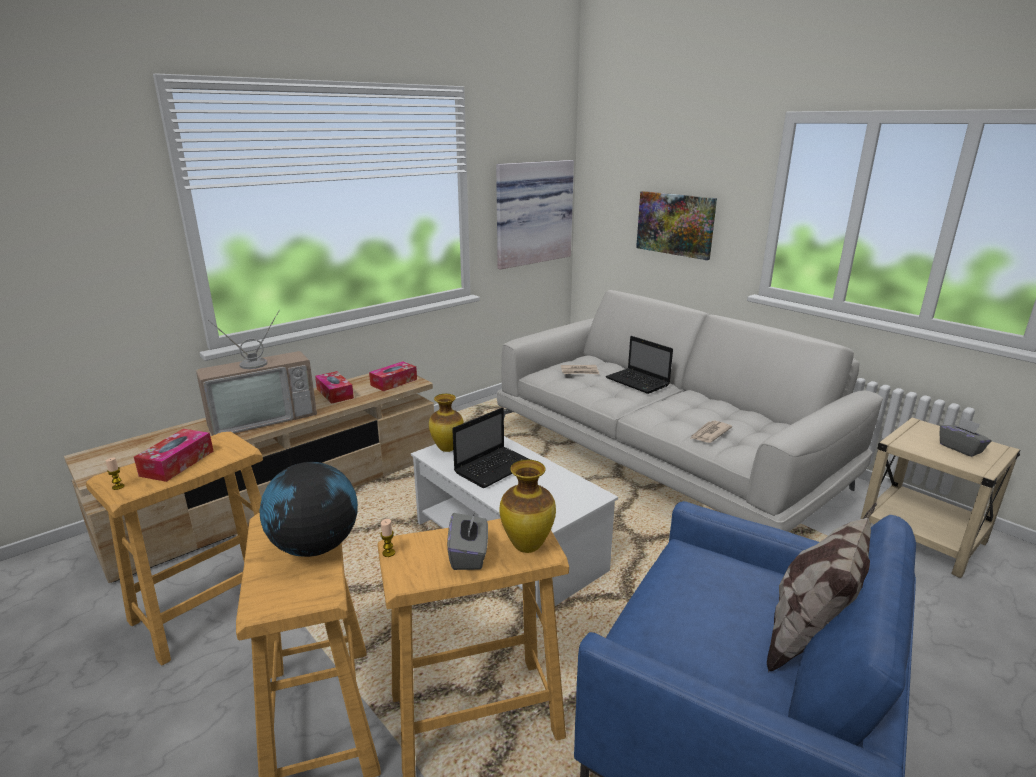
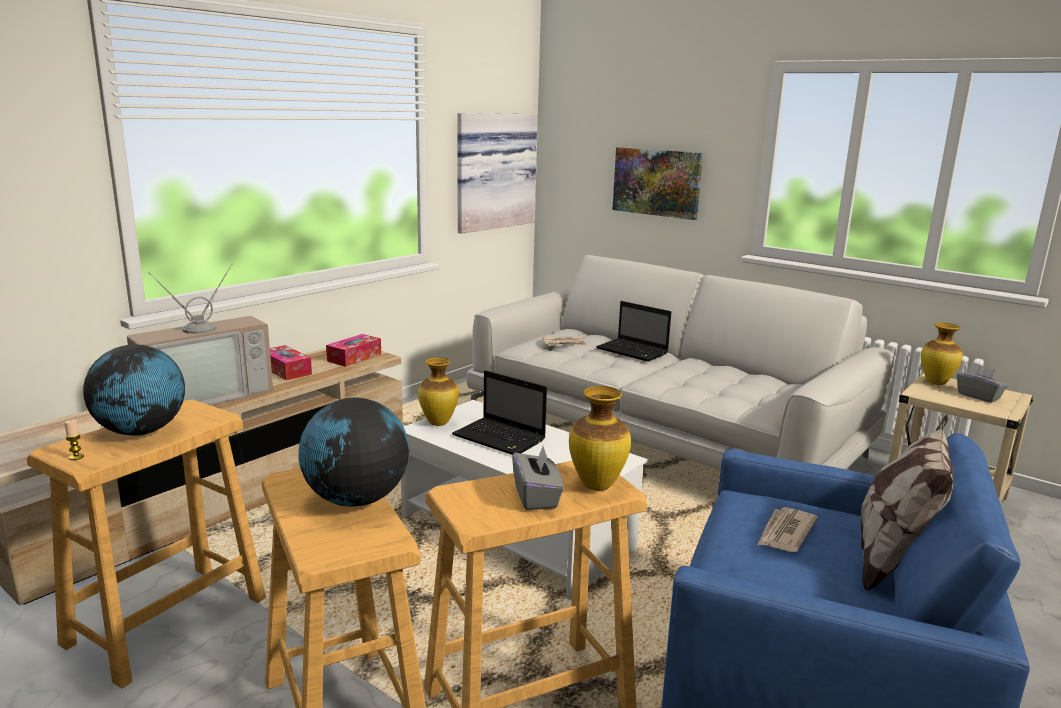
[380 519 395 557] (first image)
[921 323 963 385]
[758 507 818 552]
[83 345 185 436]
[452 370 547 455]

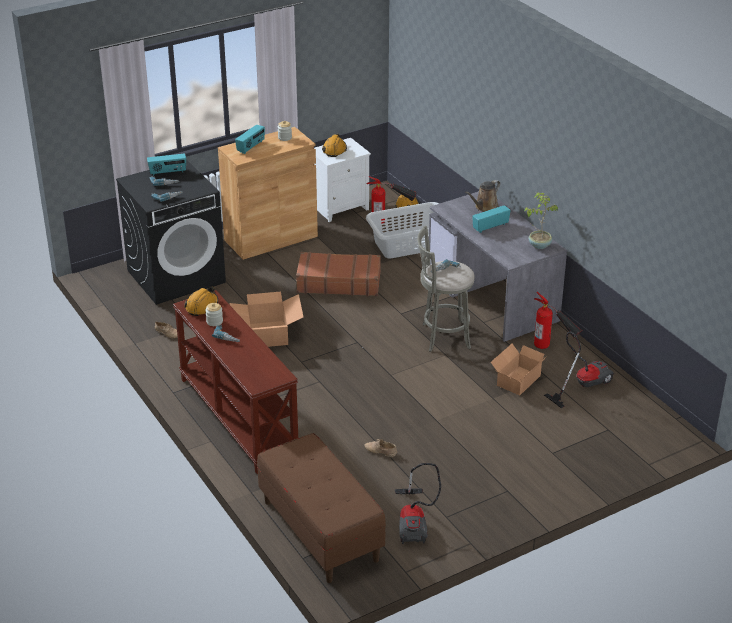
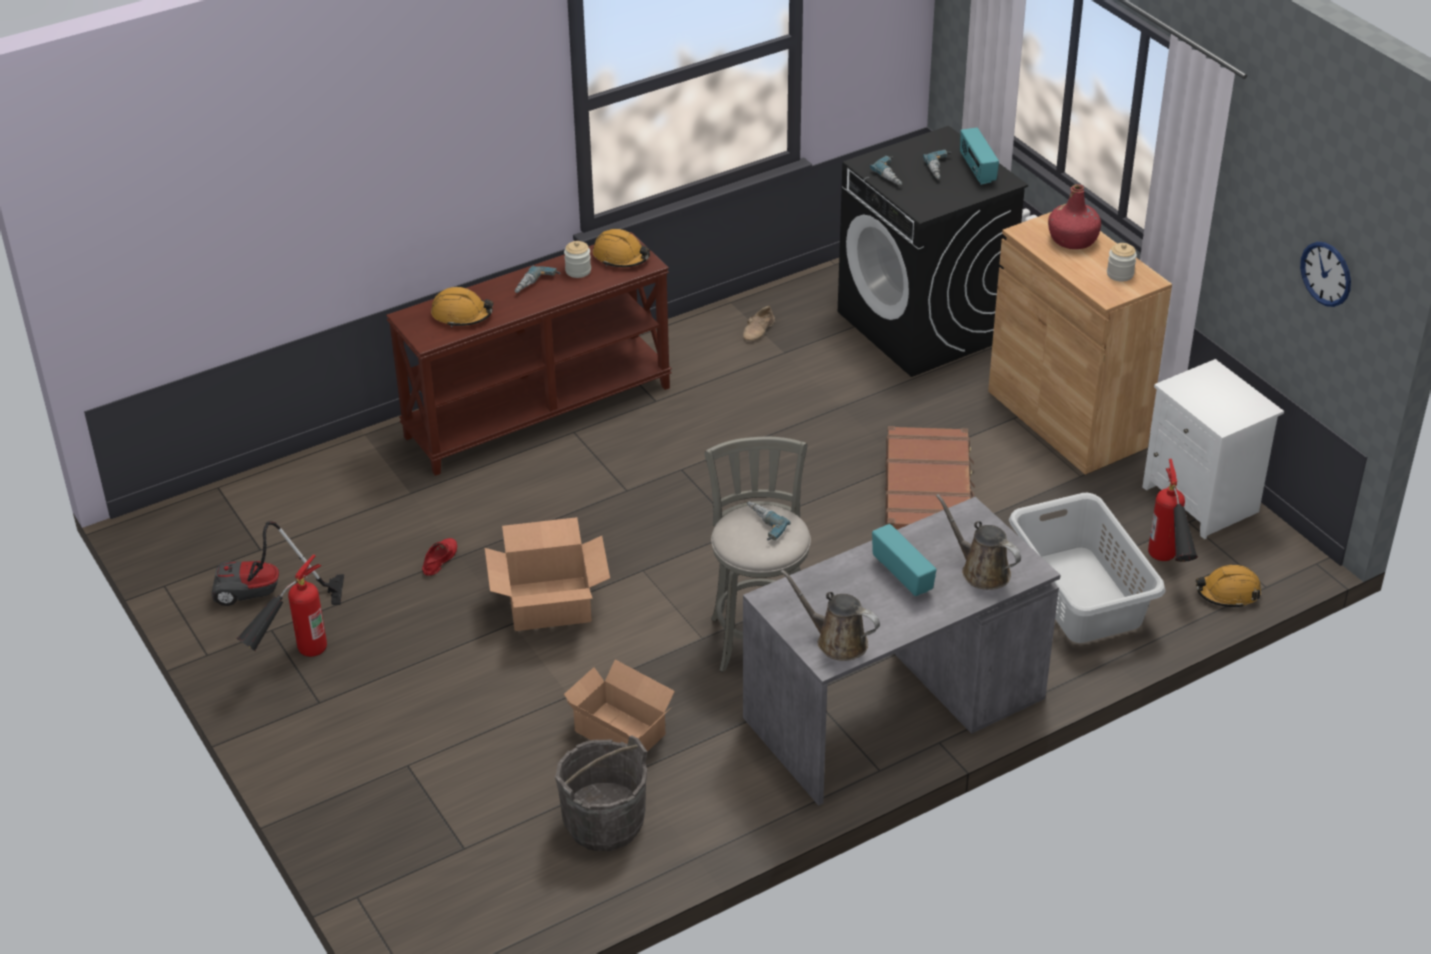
[257 433 386 583] (first image)
[1300 242 1351 307]
[485 517 610 631]
[431 287 493 327]
[237 554 327 657]
[1048 184 1101 249]
[781 569 880 661]
[555 735 647 851]
[422 538 457 576]

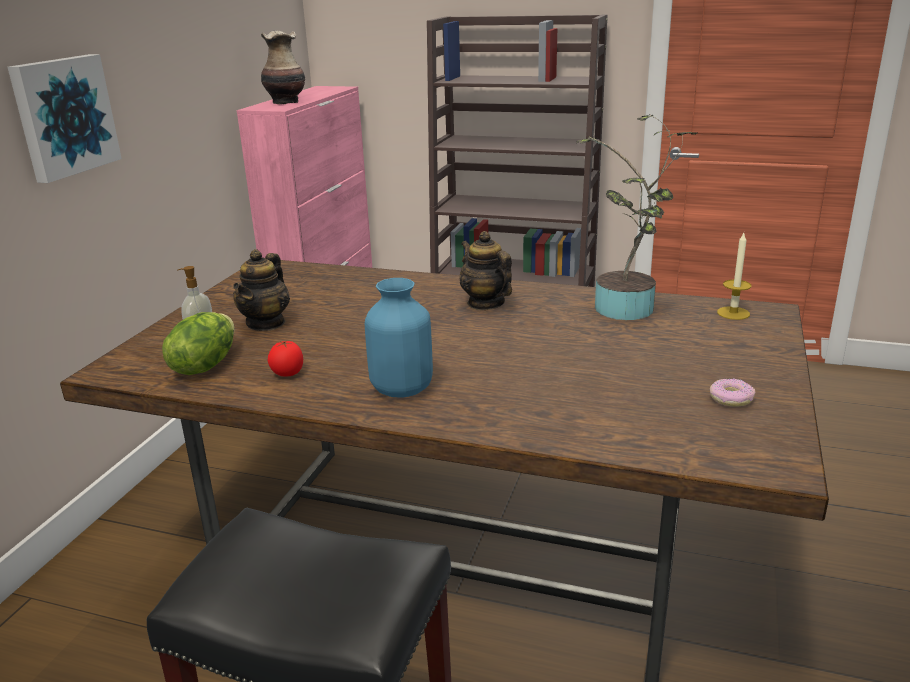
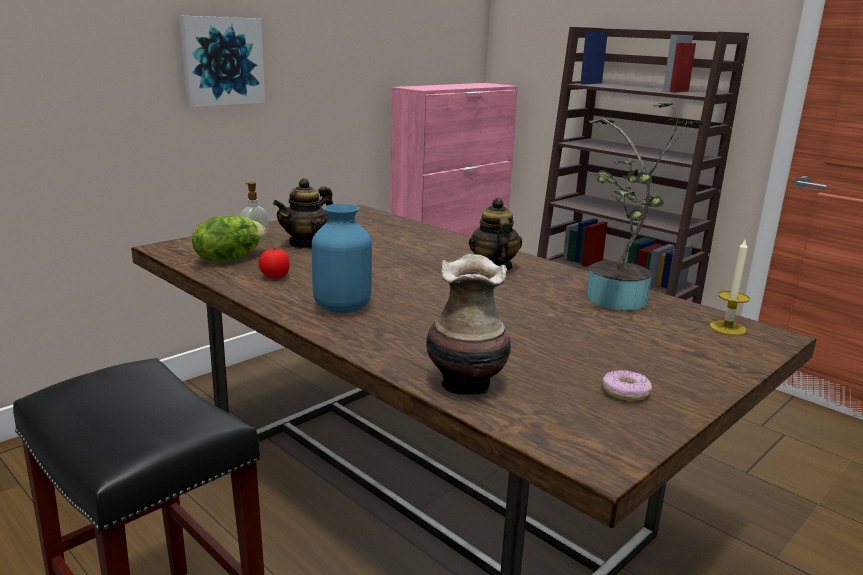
[426 254 511 395]

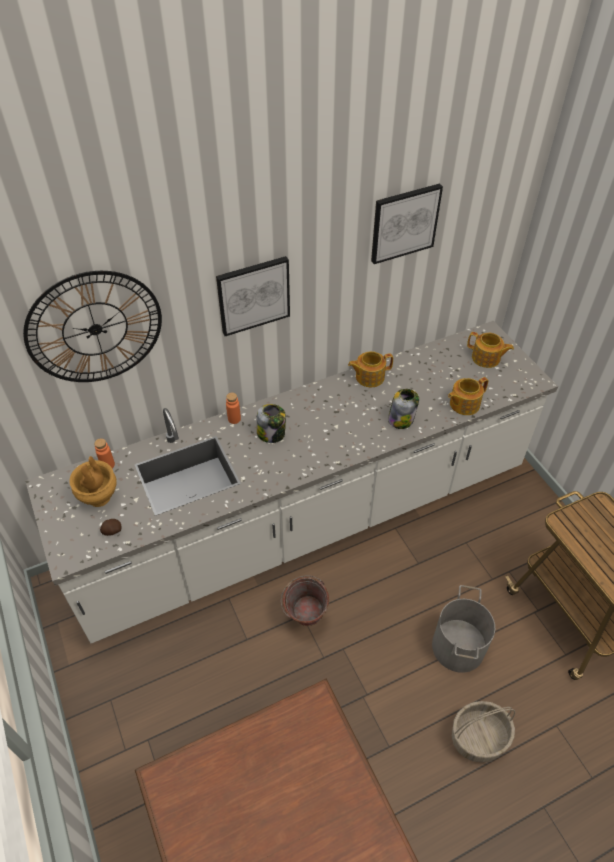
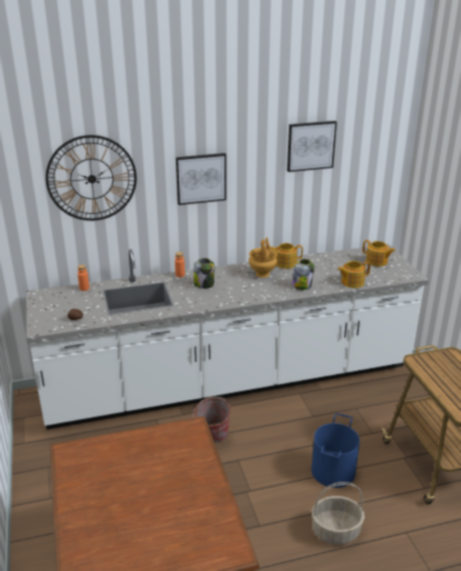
[249 237 277 278]
[311 413 360 488]

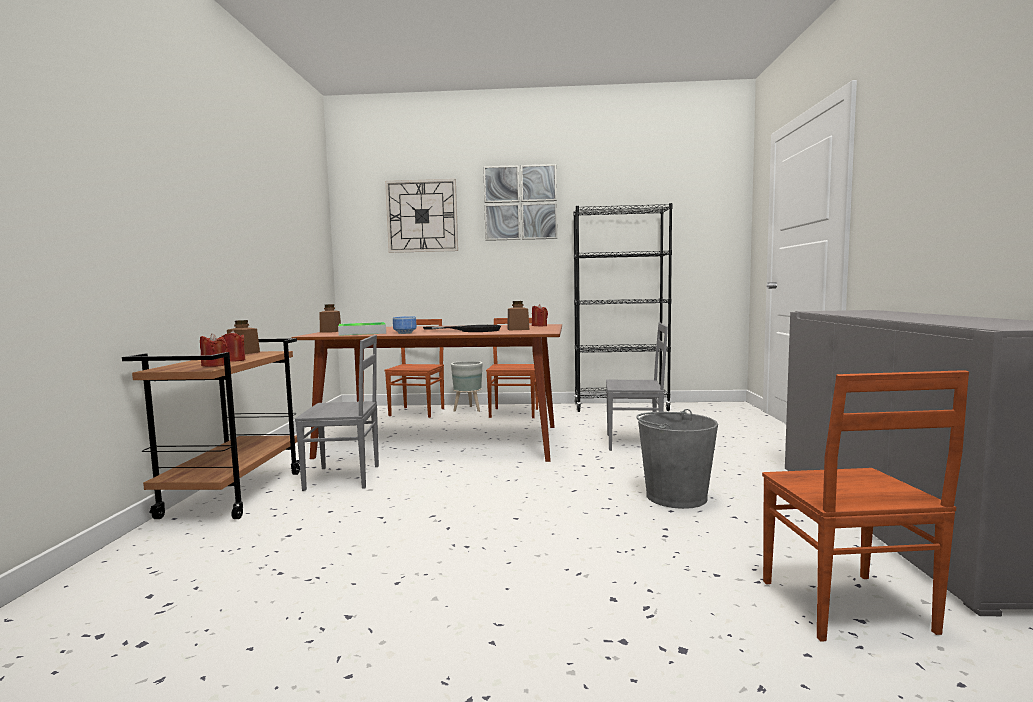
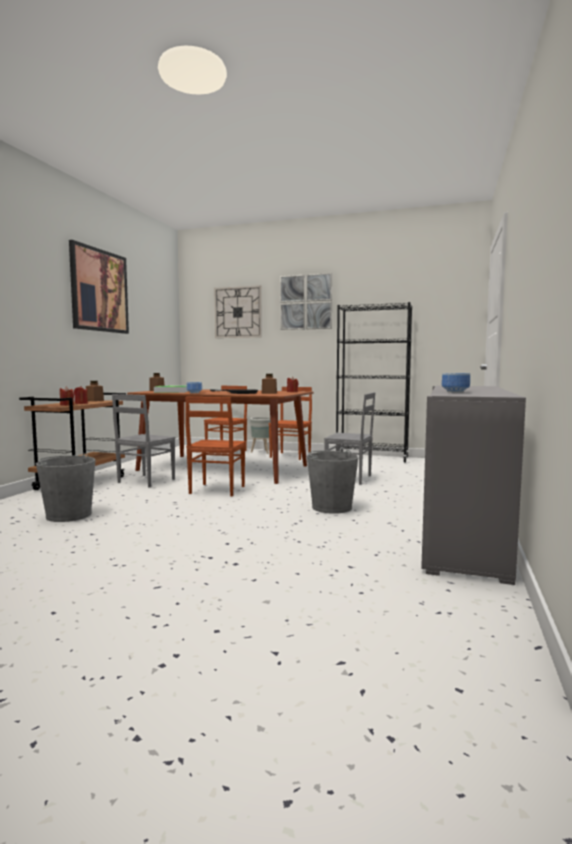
[36 453 96 522]
[69 240 129 334]
[442 373 470 393]
[185 397 246 496]
[112 394 176 487]

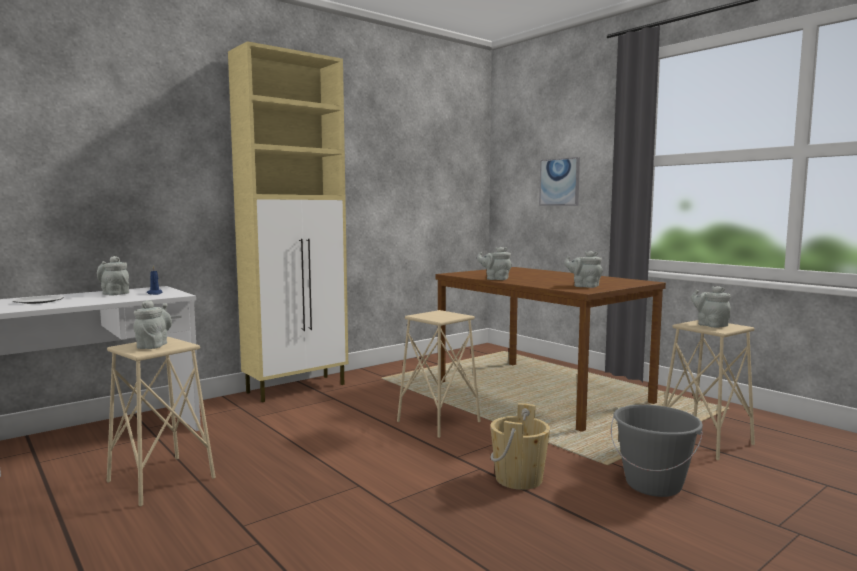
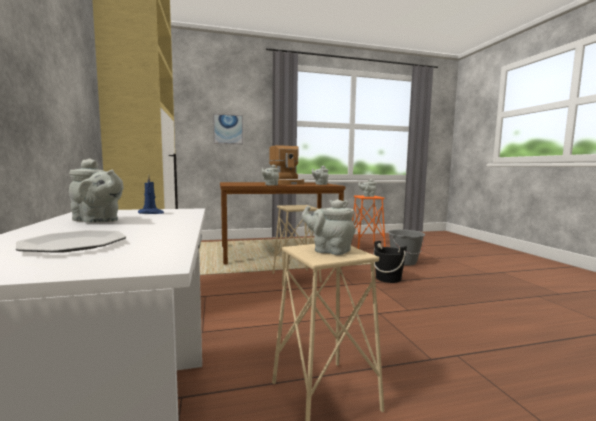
[269 145 304 185]
[373 241 407 283]
[352 196 386 249]
[69 158 124 223]

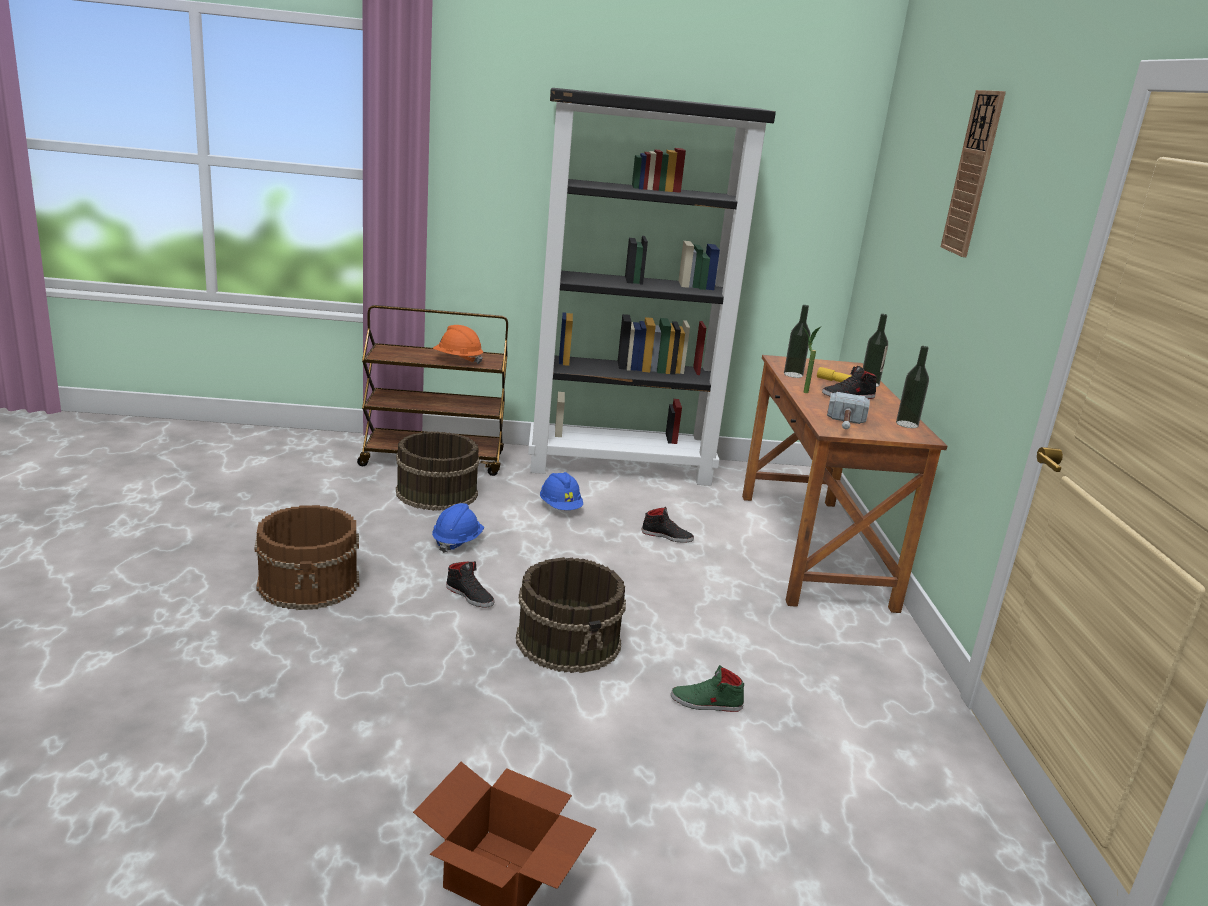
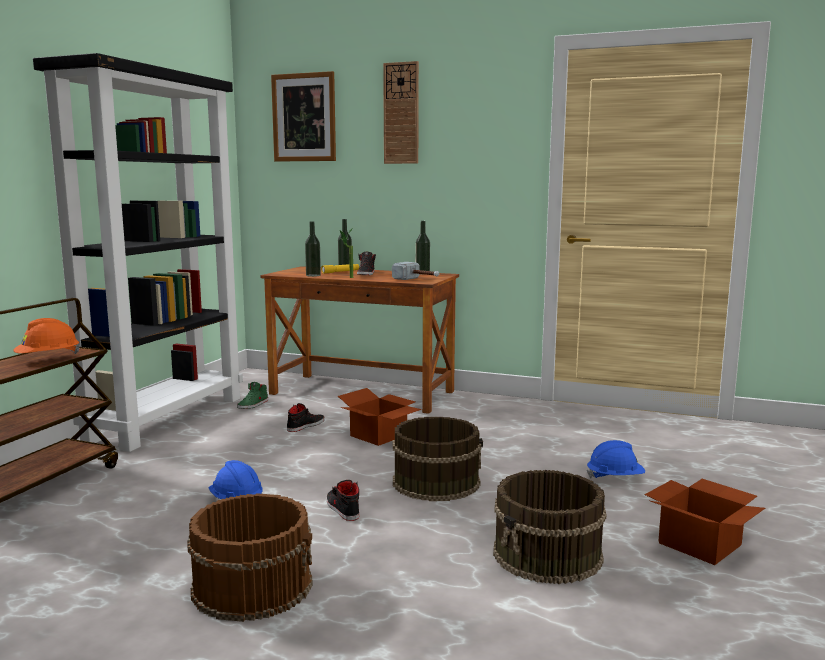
[271 71 336 162]
[338 388 422 446]
[493 470 607 584]
[586 440 645 479]
[237 382 268 409]
[326 480 359 521]

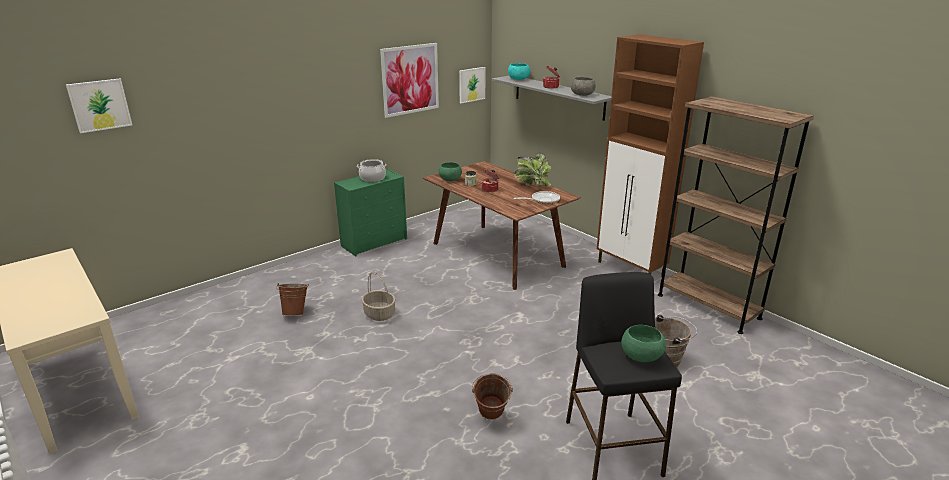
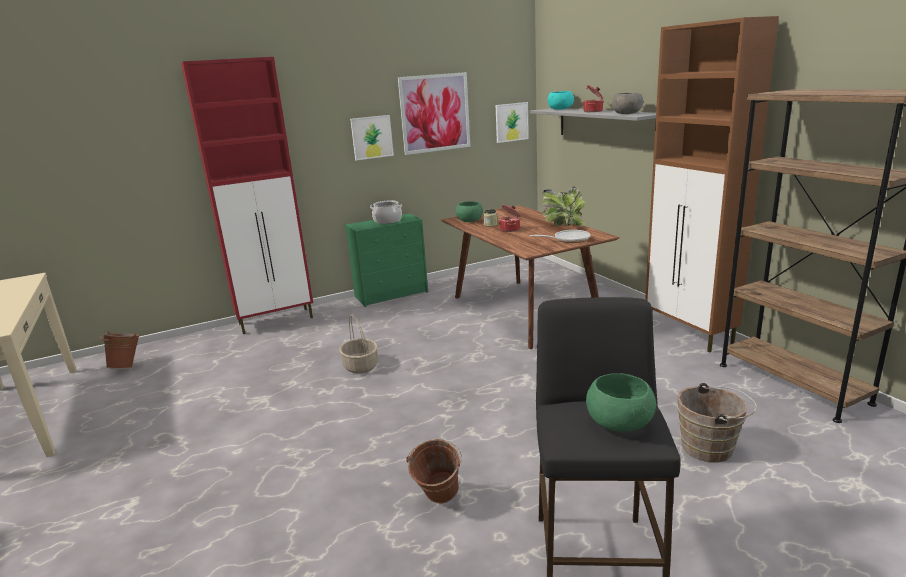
[181 57 313 334]
[350 115 394 160]
[100 331 140 369]

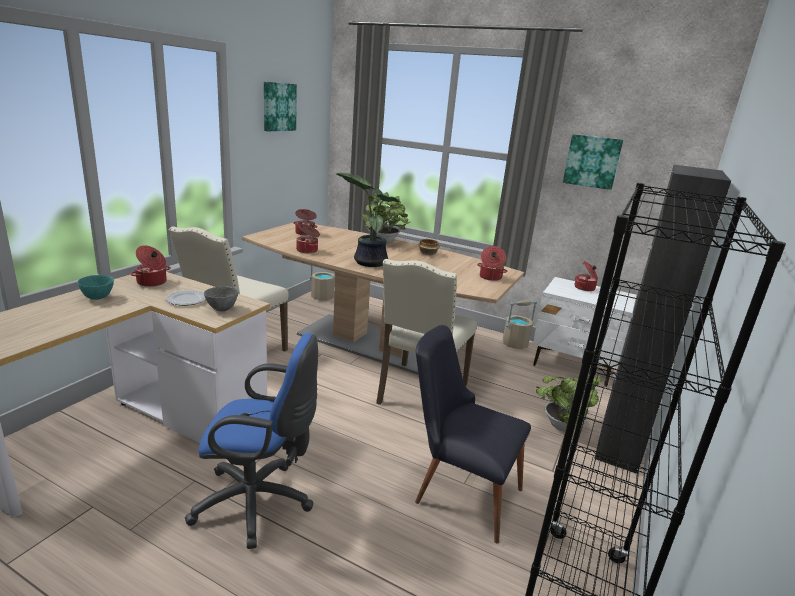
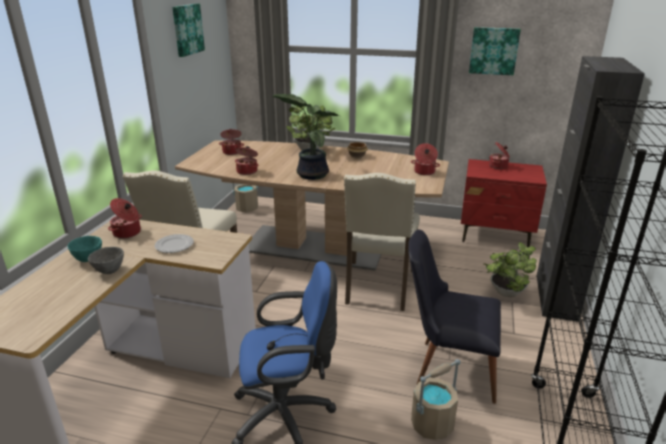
[88 247 124 274]
[411 359 461 440]
[461 159 547 247]

